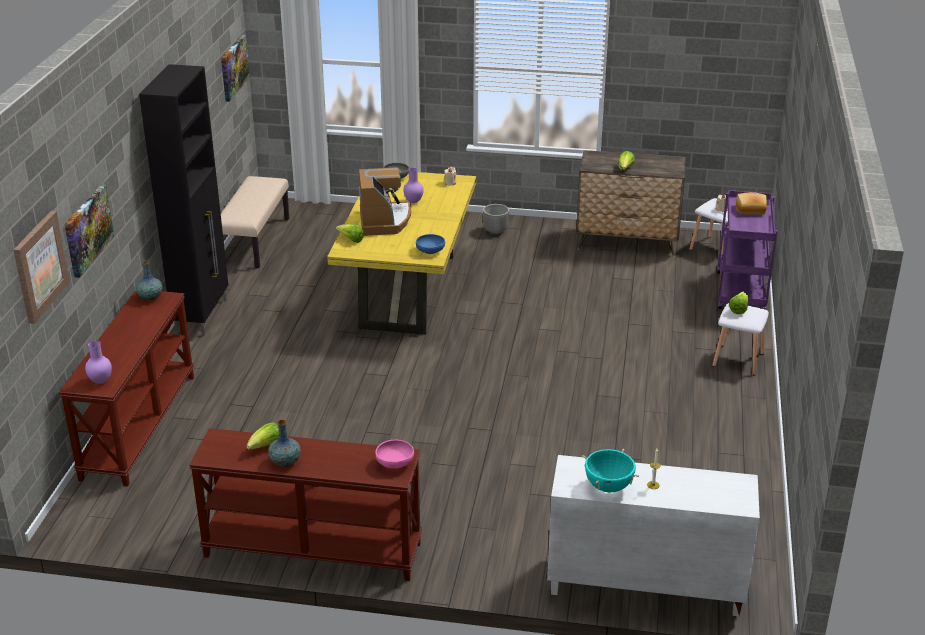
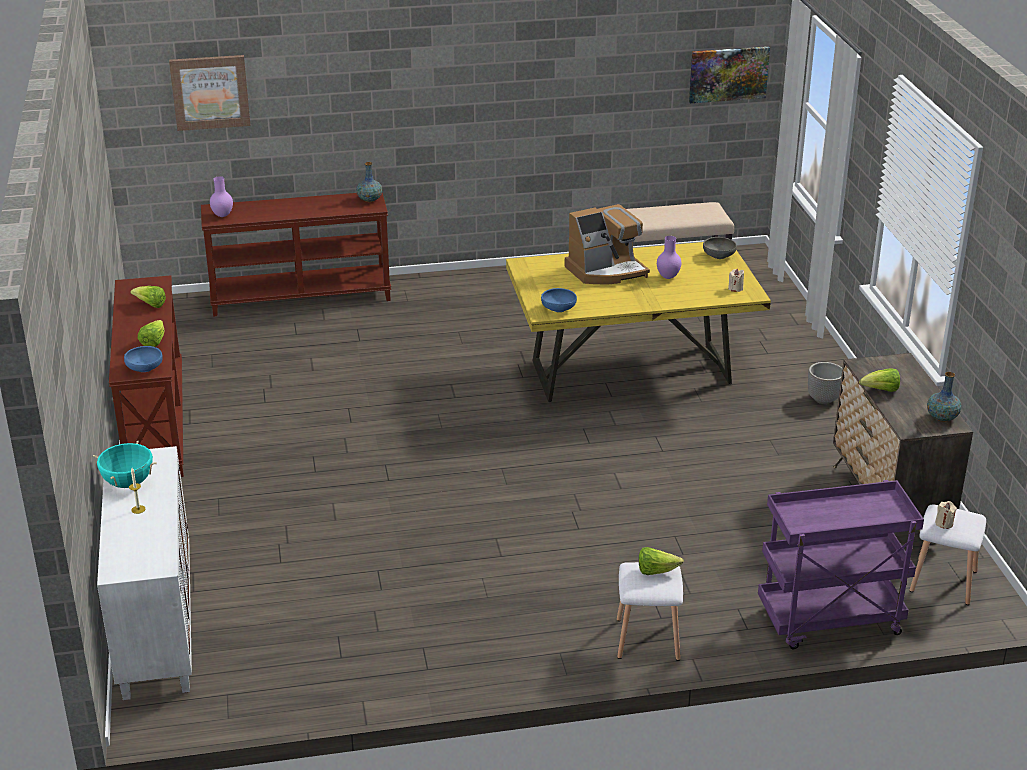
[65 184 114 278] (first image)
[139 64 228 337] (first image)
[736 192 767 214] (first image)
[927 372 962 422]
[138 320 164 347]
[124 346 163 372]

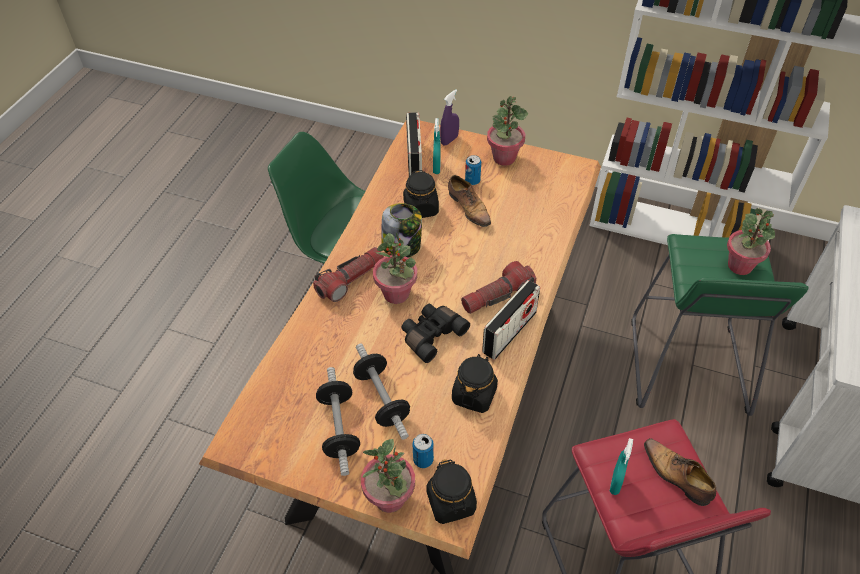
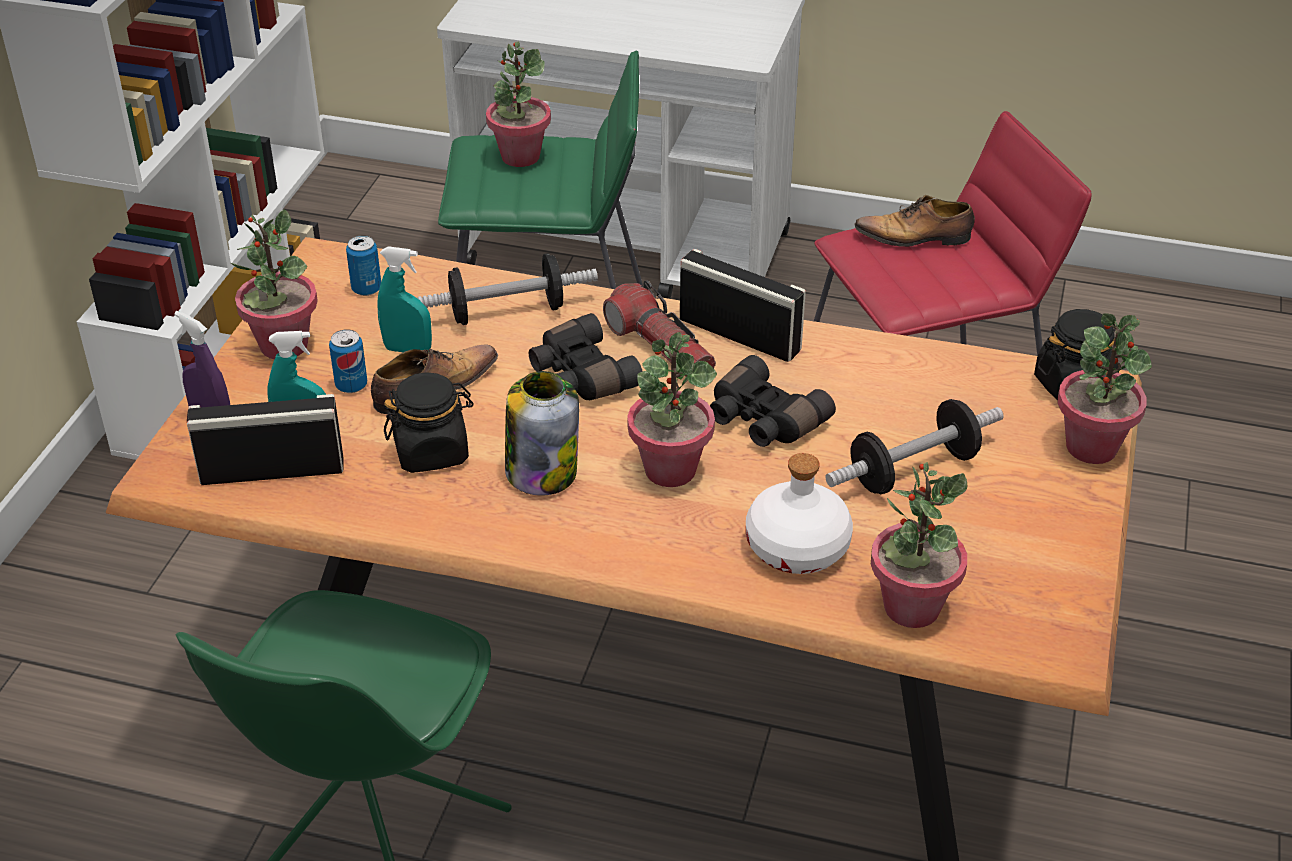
[313 247 384 302] (first image)
[452 354 498 413] (first image)
[529 313 643 400]
[746 453 853 574]
[871 462 967 628]
[417 253 598 325]
[346 236 381 296]
[377 246 432 352]
[854 195 975 247]

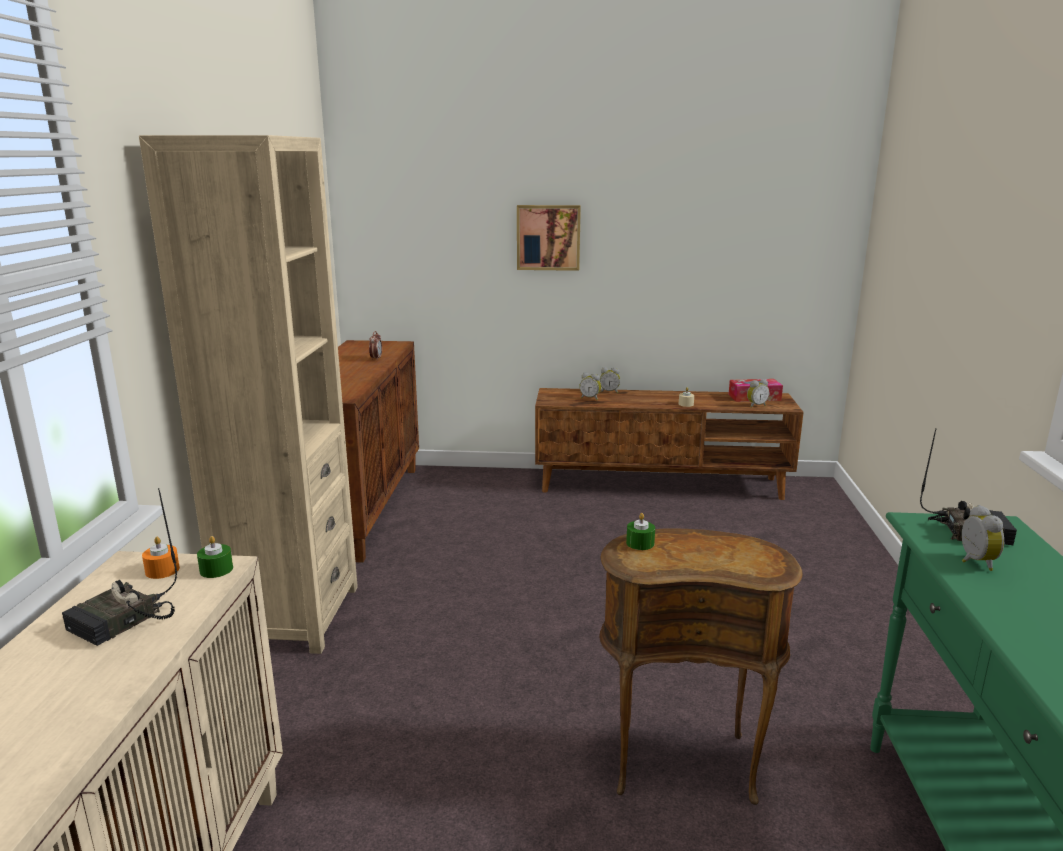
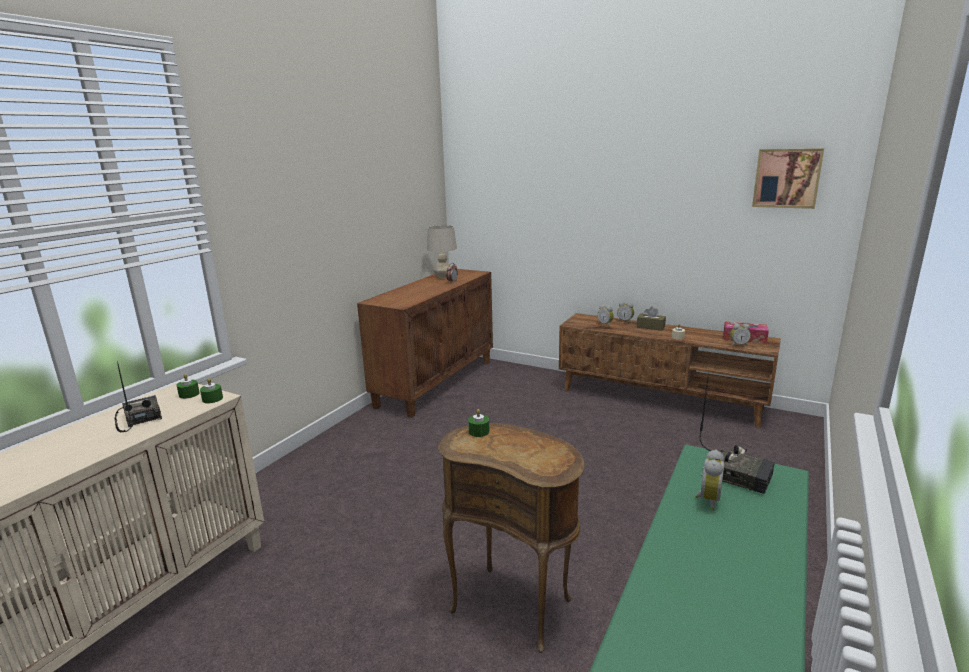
[139 135 358 654] (first image)
[427 225 457 278]
[637 307 666 331]
[752 148 824 209]
[176 374 200 399]
[114 361 162 432]

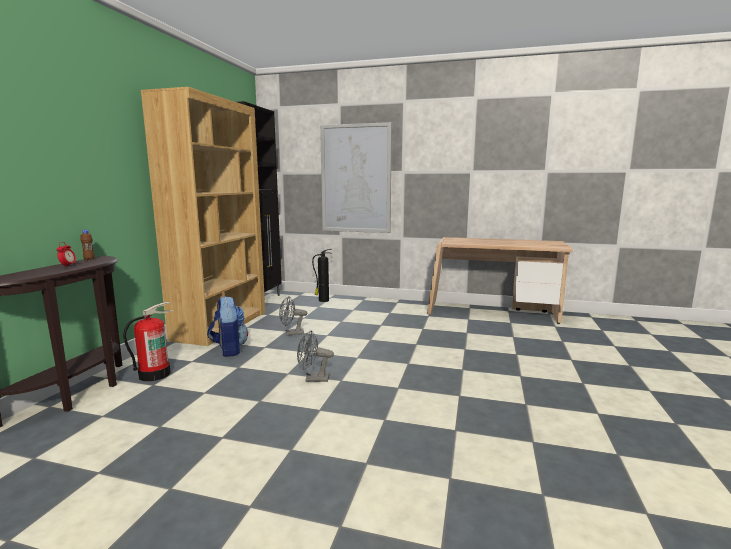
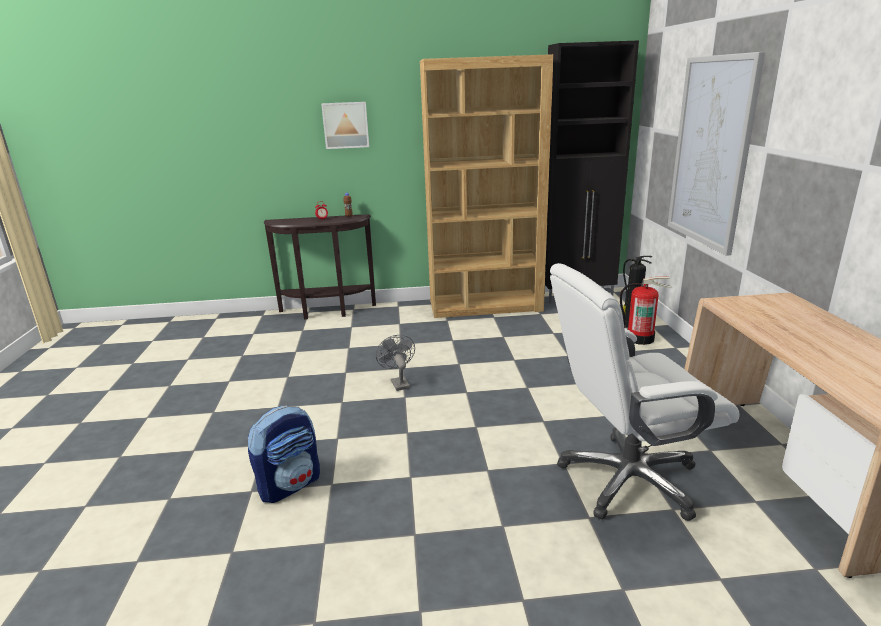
[279 296 307 336] (first image)
[321 102 369 149]
[550 263 740 521]
[620 276 673 345]
[248 405 320 503]

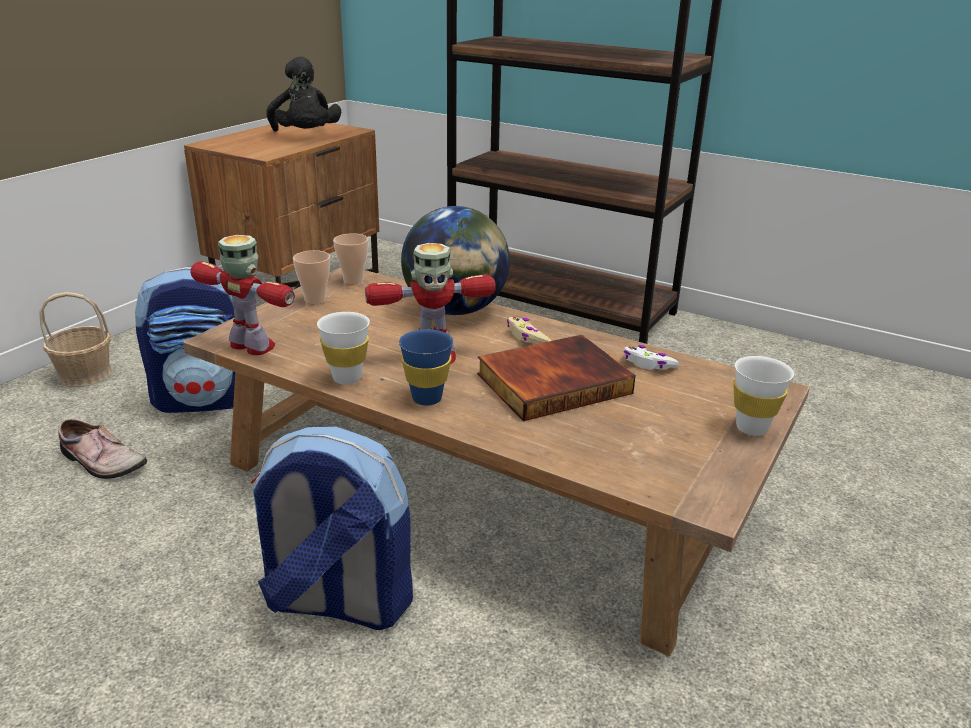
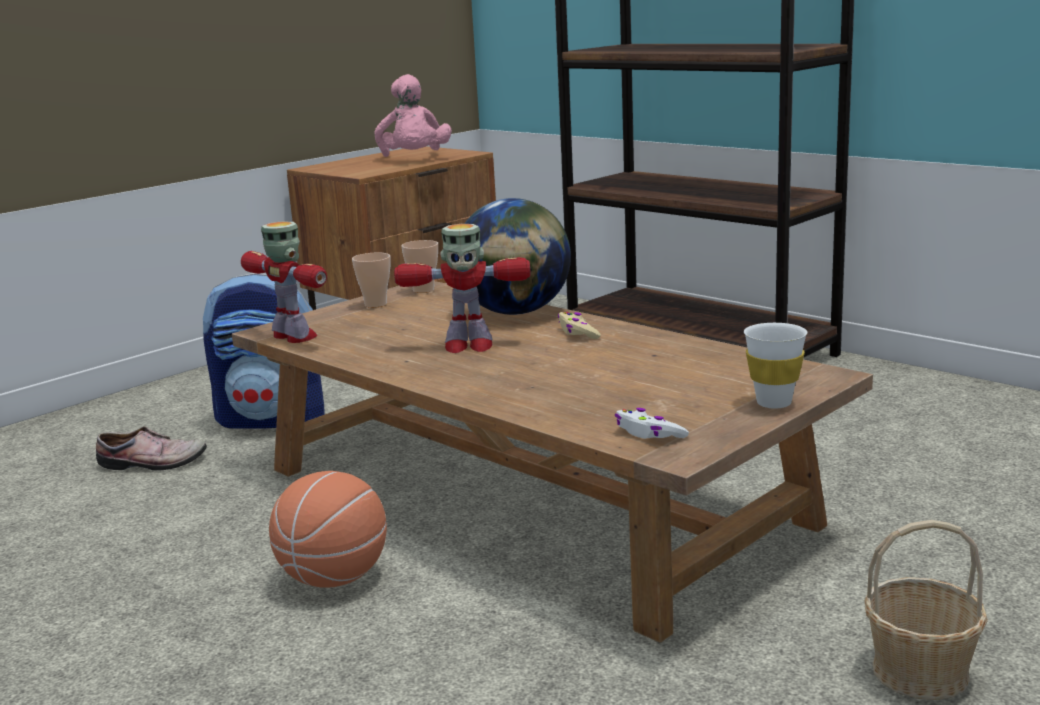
[317 312 370 385] (first image)
[399 329 453 406] (first image)
[477 335 636 421] (first image)
[864 520 988 700]
[615 408 689 439]
[269 471 387 588]
[375 74 452 157]
[96 426 207 471]

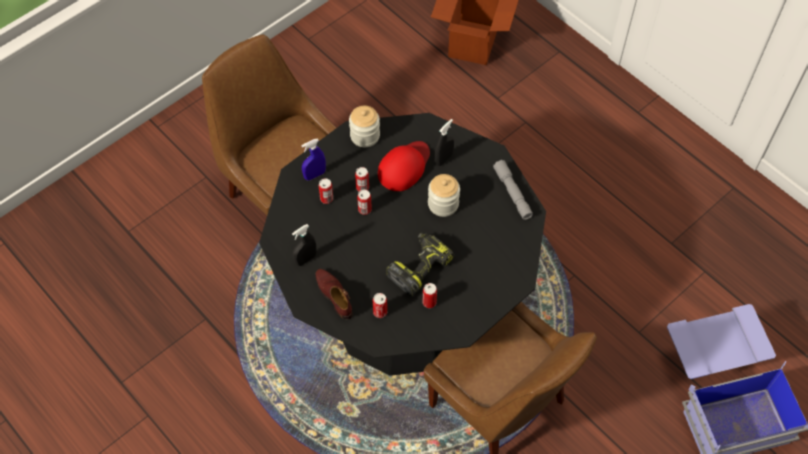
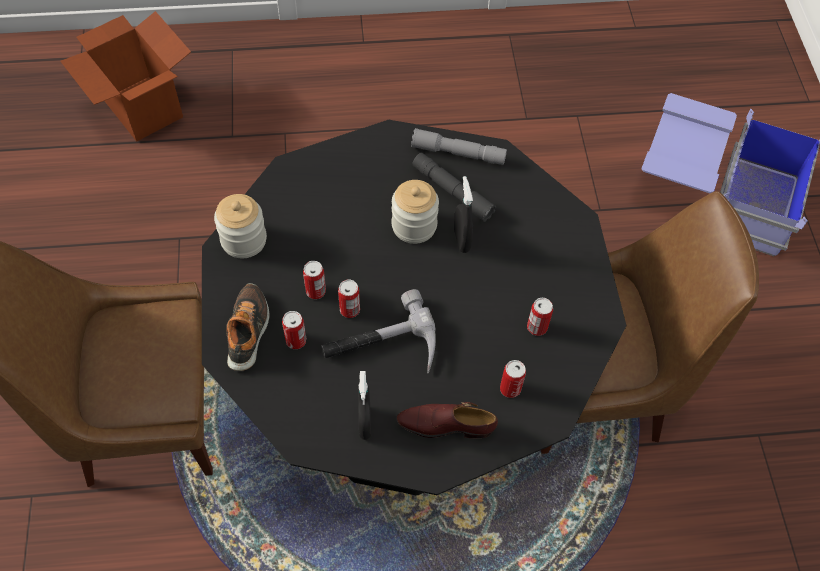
[378 141 430 191] (first image)
[386 233 454 296] (first image)
[321 289 436 373]
[413 153 496 222]
[454 176 473 253]
[226 283 269 371]

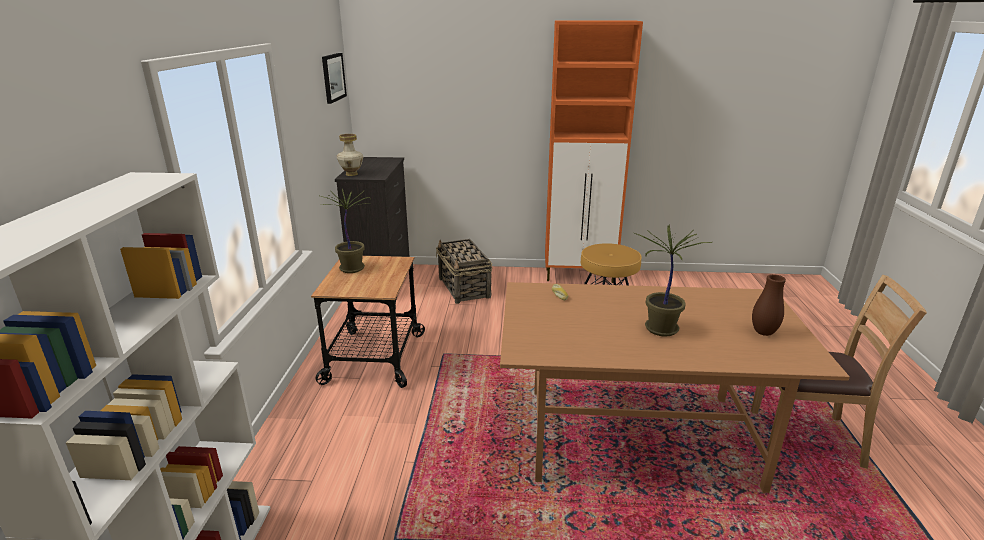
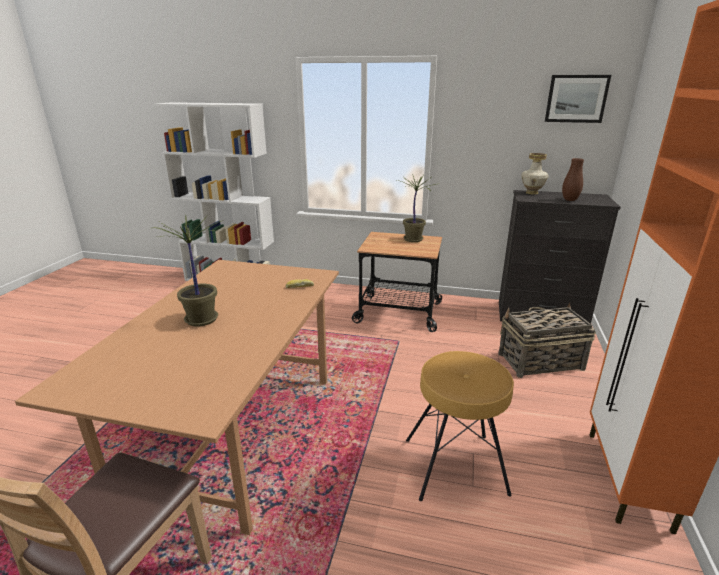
[562 158 584 201]

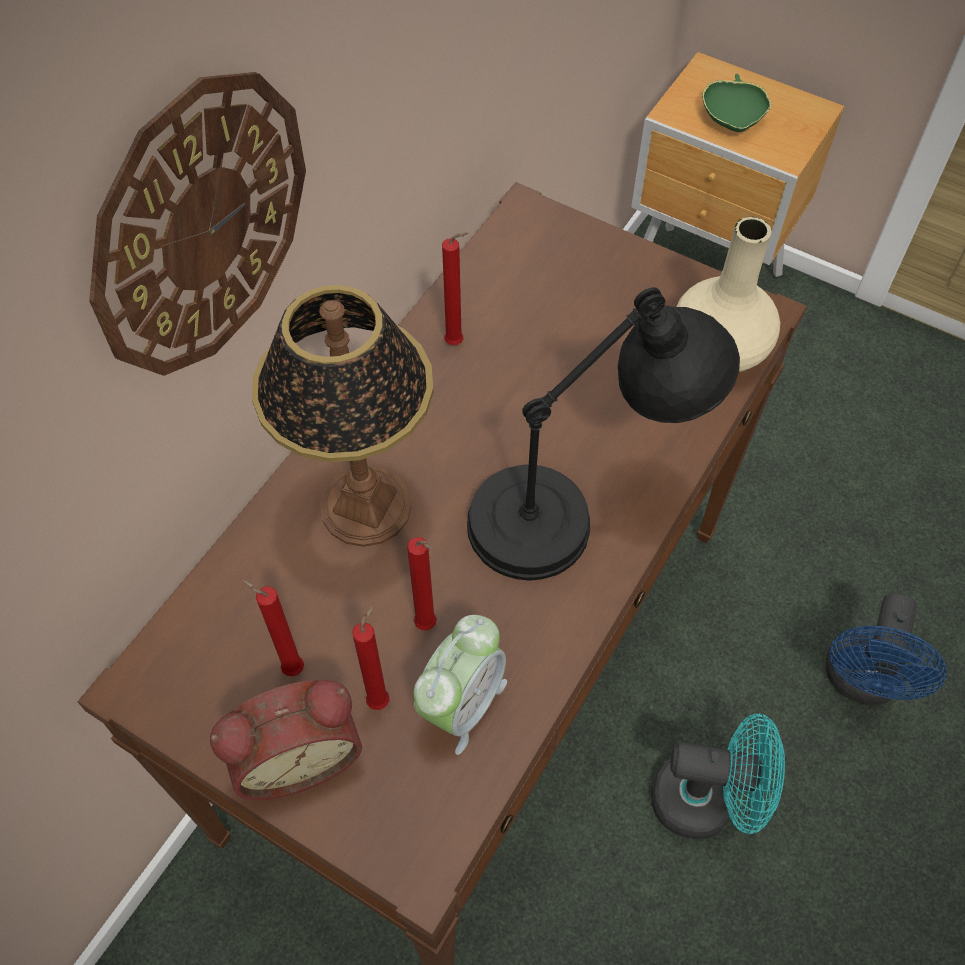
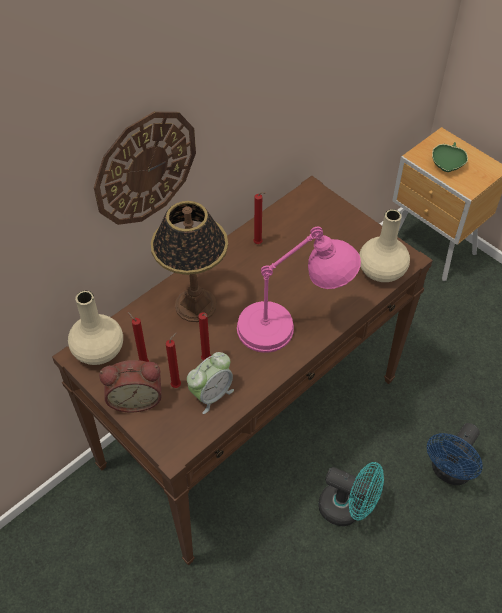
[68 291 123 365]
[237 227 361 353]

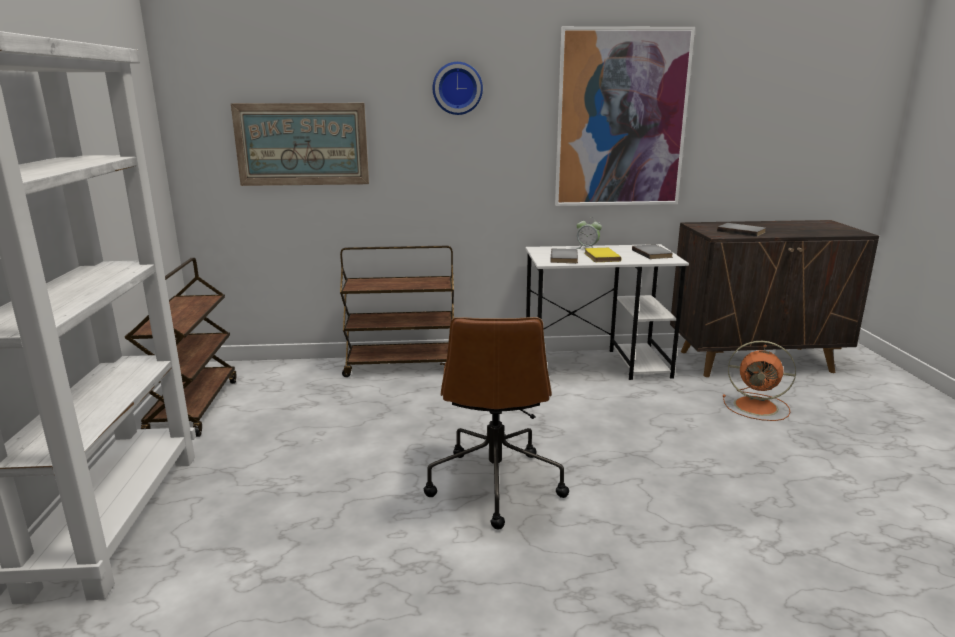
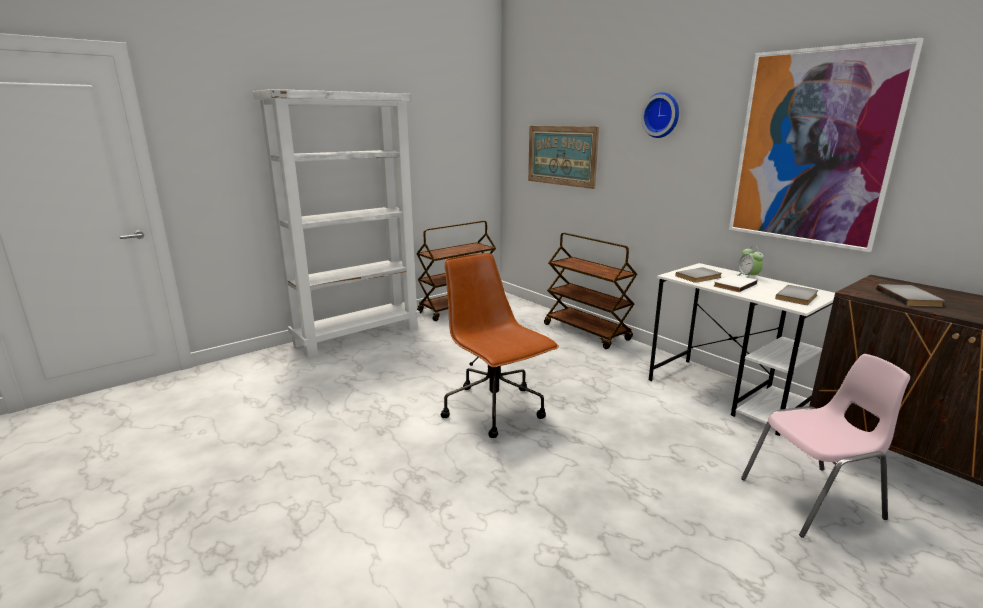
[741 354 910 538]
[714 274 757 292]
[441 253 559 438]

